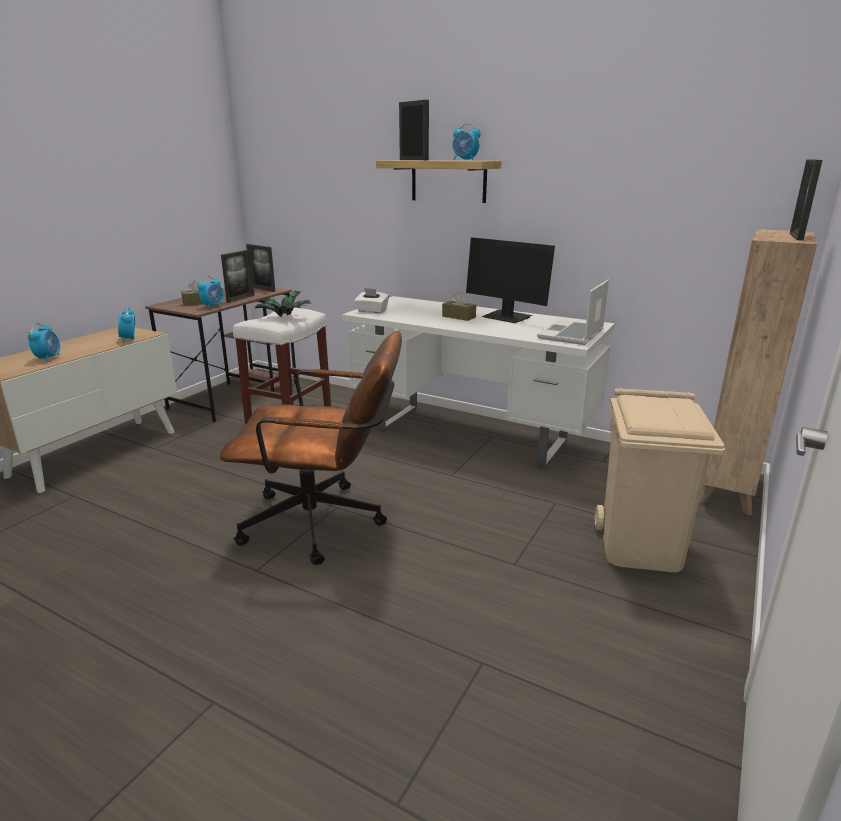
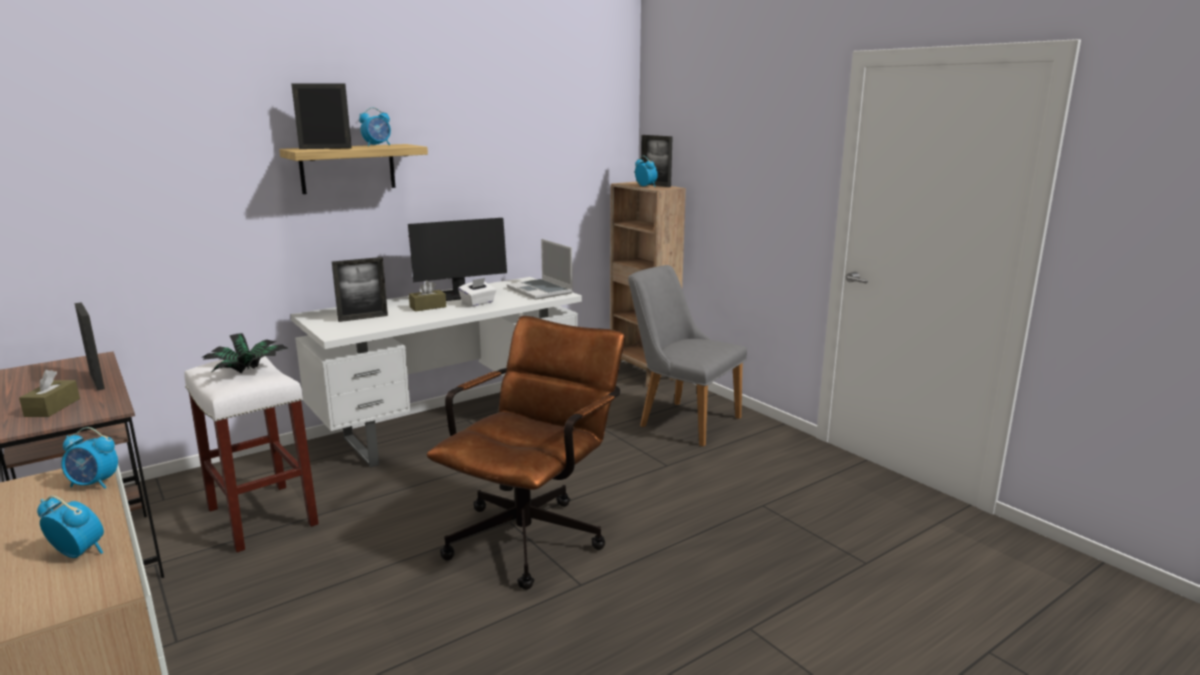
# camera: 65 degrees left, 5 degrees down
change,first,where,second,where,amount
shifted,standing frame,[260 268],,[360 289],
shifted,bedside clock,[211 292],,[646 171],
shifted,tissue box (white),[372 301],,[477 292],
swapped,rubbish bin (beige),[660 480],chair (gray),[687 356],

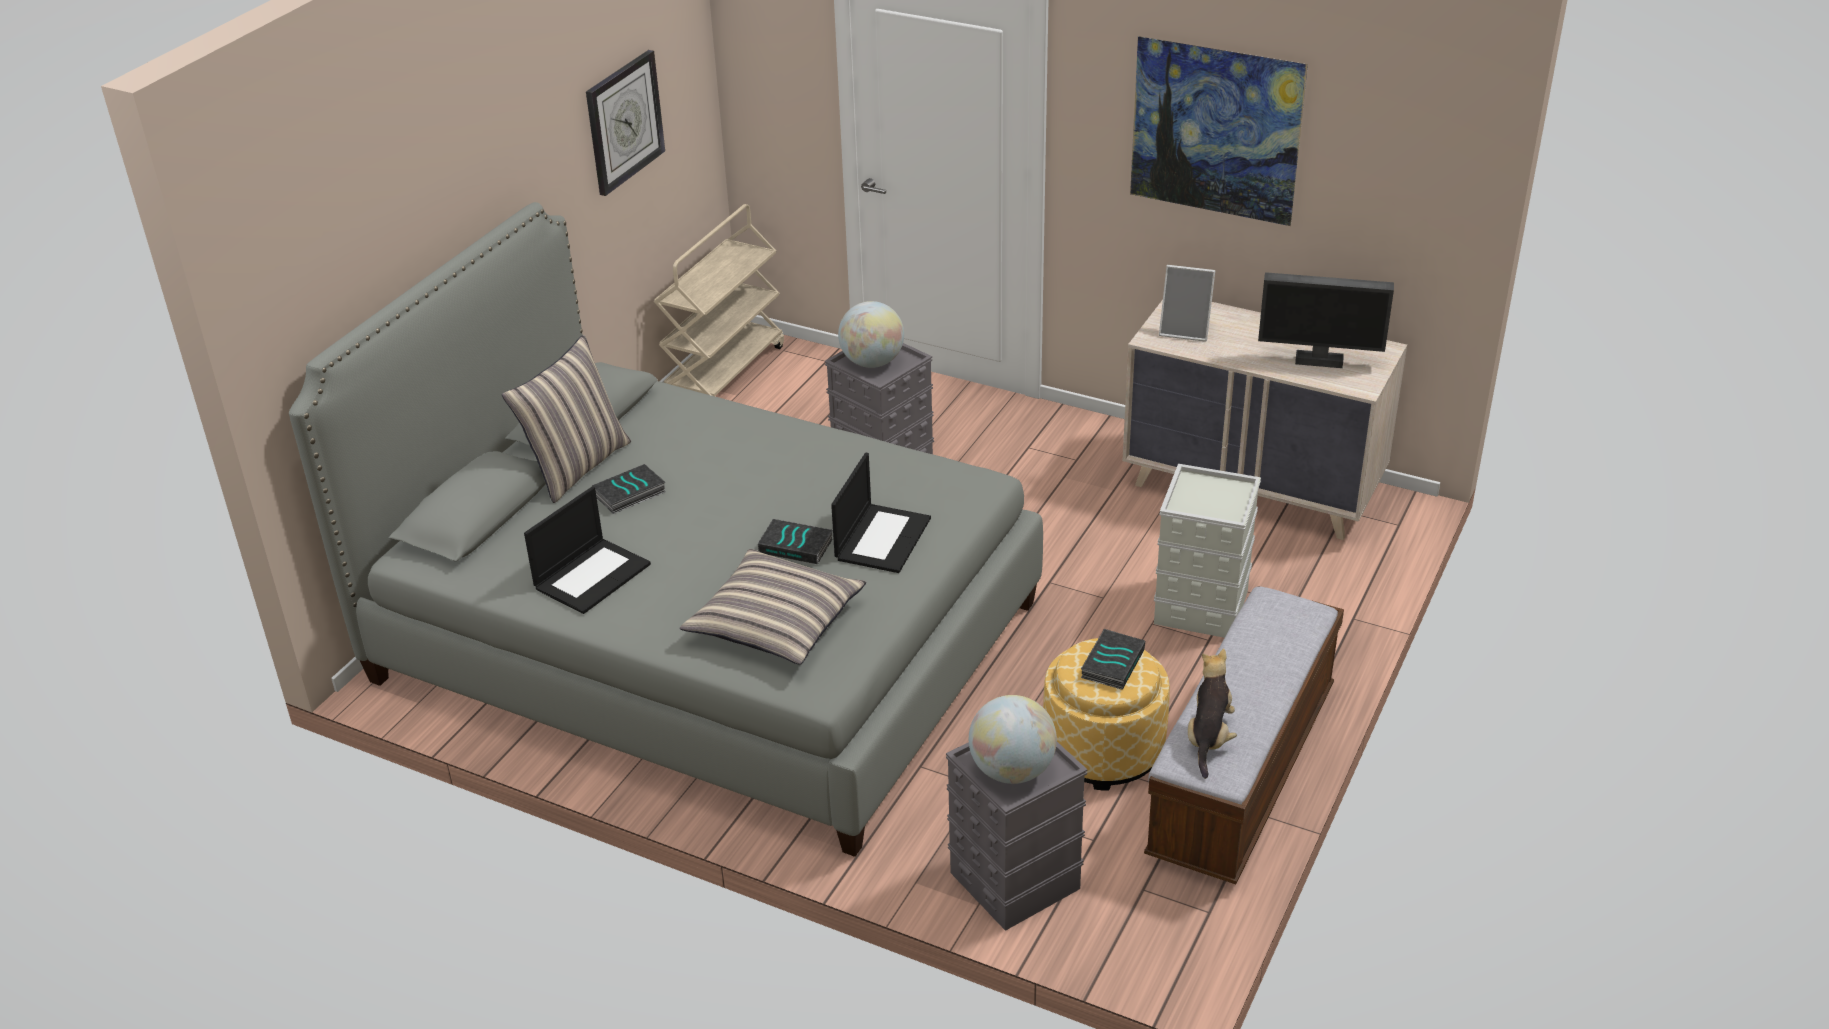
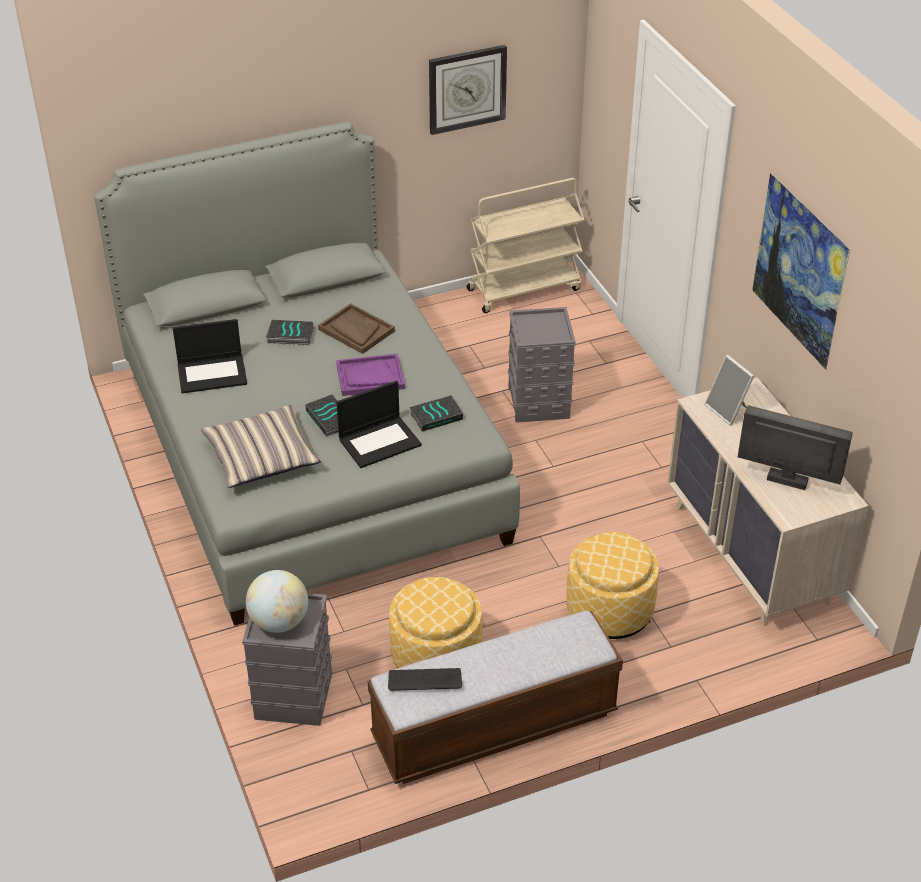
# camera: 40 degrees right, 5 degrees up
change,first,where,second,where,amount
rotated,computer screen,[1326 320],,[795 447],150 degrees clockwise
gone,world globe,[871 334],,,
gone,pillow,[566 419],,,
swapped,storage container (gray),[1207 551],footrest,[612 585],
shifted,bound book,[1113 659],,[436 413],
swapped,plush toy,[1212 713],PC keyboard,[425 679],
new,,,tray (brown-coloured),[356 328],
new,,,tray (purple-coloured),[370 375],

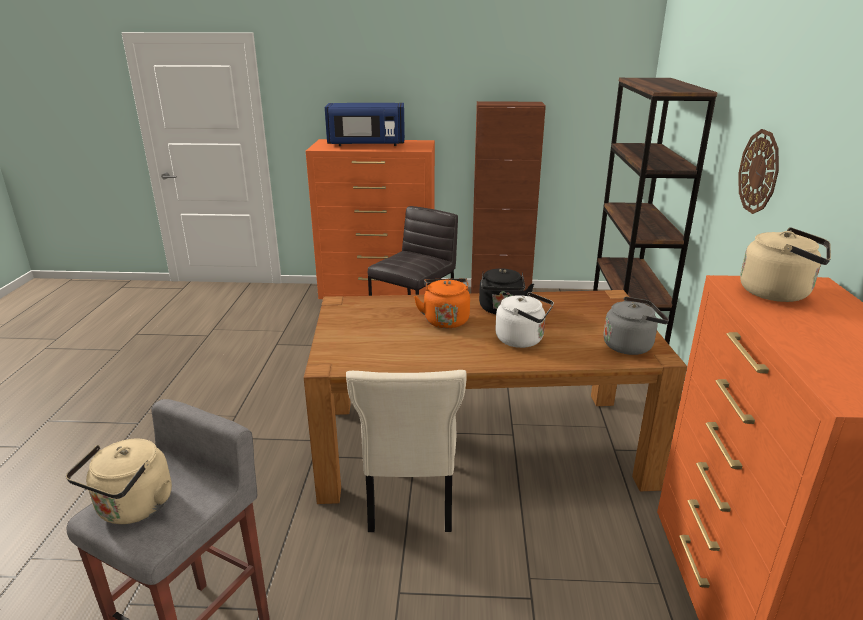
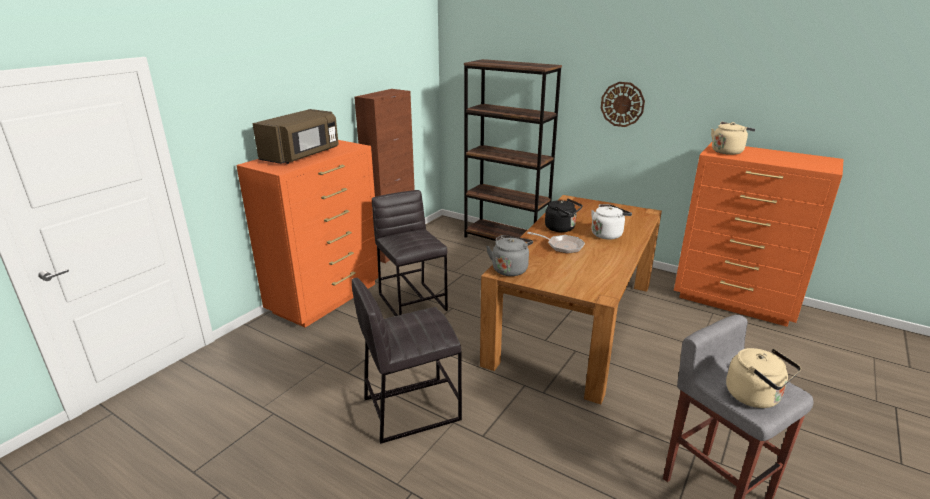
# camera: 60 degrees left, 0 degrees up
change,first,where,second,where,amount
repainted,microwave (blue-coloured),[365 124],microwave (brown-coloured),[295 136],
swapped,tea kettle (orange-coloured),[442 303],skillet,[556 243],
shifted,tea kettle (gray),[636 326],,[509 255],
gone,chair (beige),[406 451],,,
new,,,stool seat (gray),[407 361],

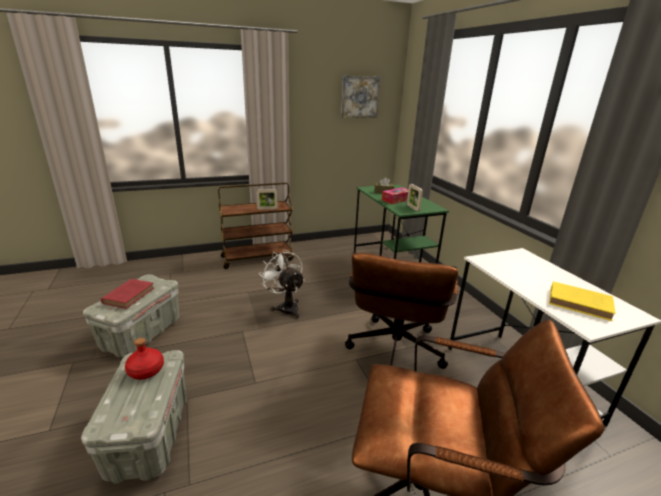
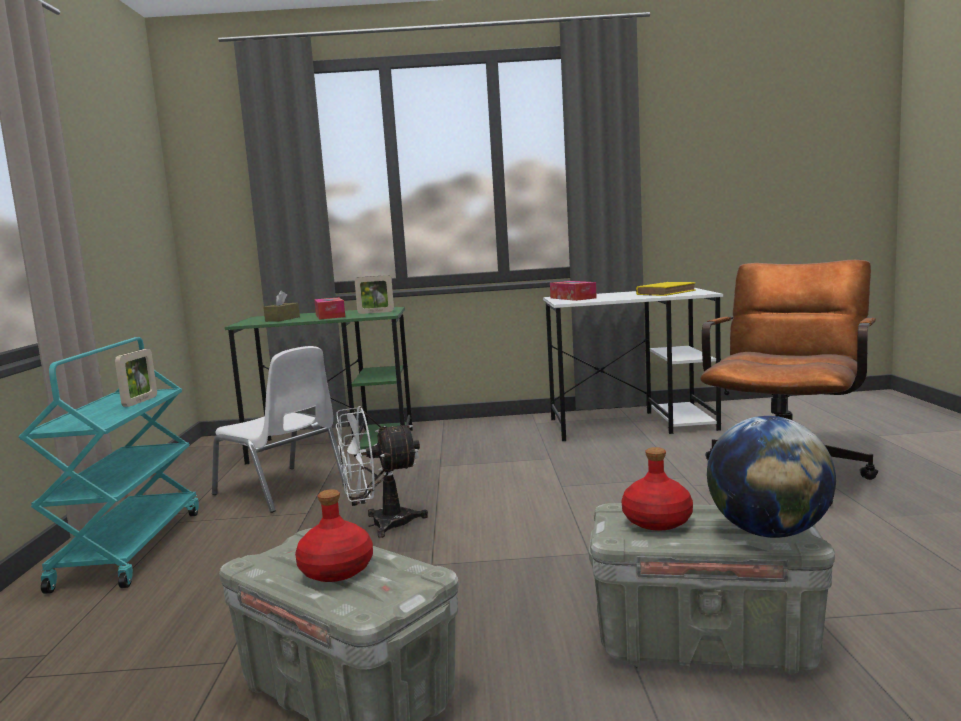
# camera: 70 degrees left, 15 degrees down
change,first,where,second,where,amount
gone,wall picture,[360 97],,,
repainted,cart (brown-coloured),[256 226],cart (turquoise-coloured),[109 465],
gone,computer chair (brown-coloured),[401 311],,,
swapped,bound book (red-coloured),[127 294],bottle (red-coloured),[334 535],
new,,,tissue box,[573 291],
new,,,chair (white),[279 429],
new,,,world globe,[771 477],

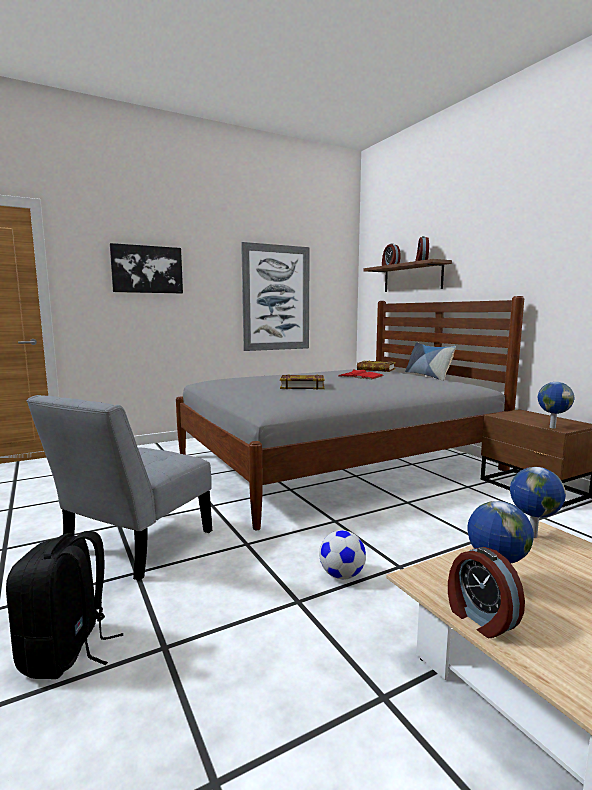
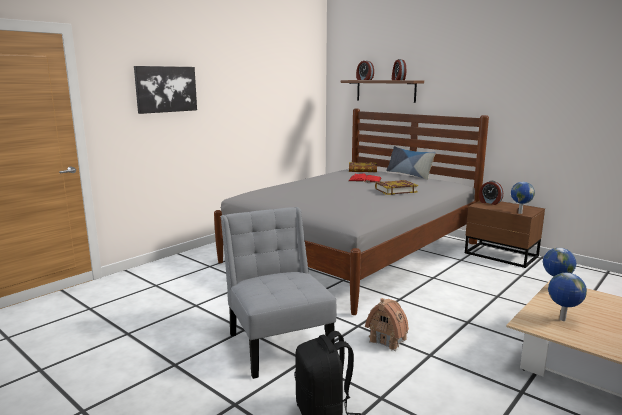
# camera: 20 degrees left, 5 degrees up
change,first,where,second,where,amount
gone,wall picture,[275 296],,,
shifted,bound book,[302 381],,[396 187],
rotated,chair (gray),[119 488],,[279 293],150 degrees clockwise
gone,football,[342 555],,,
shifted,bedside clock,[486 592],,[491 193],
new,,,model house,[387 324],

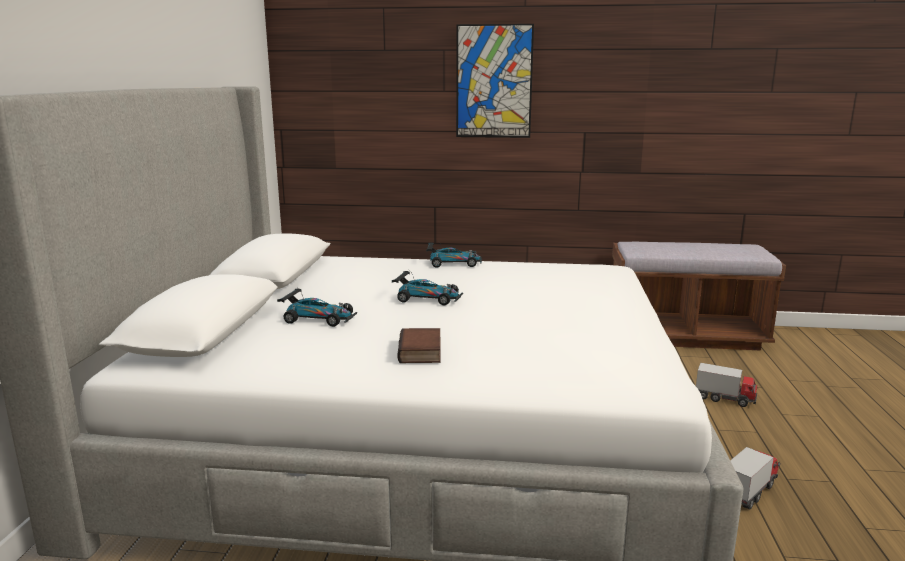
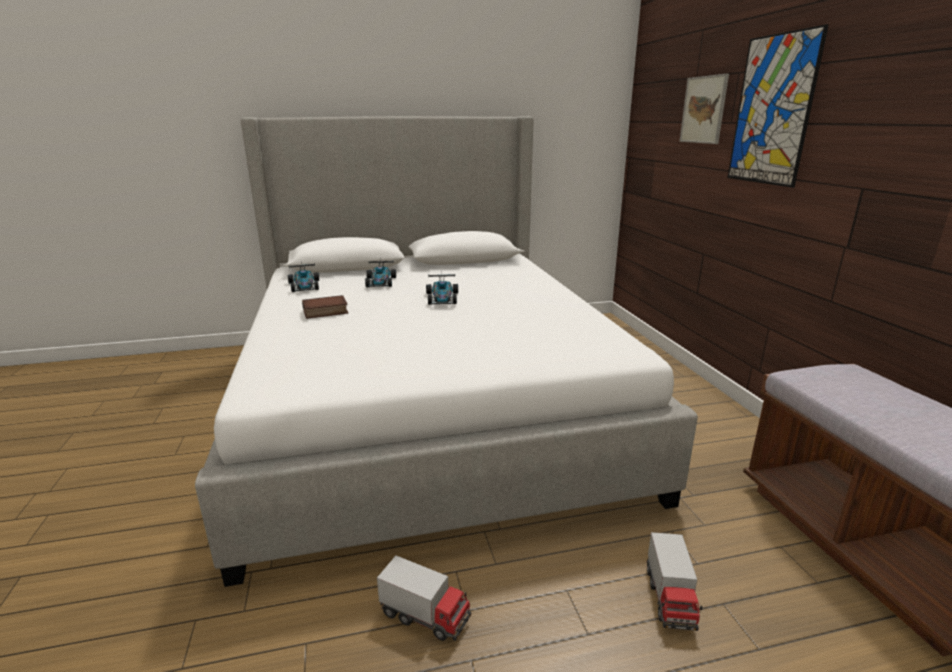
# camera: 70 degrees right, 5 degrees up
change,first,where,second,where,amount
shifted,miniature car,[454 254],,[303 276],
new,,,wall picture,[704 109],

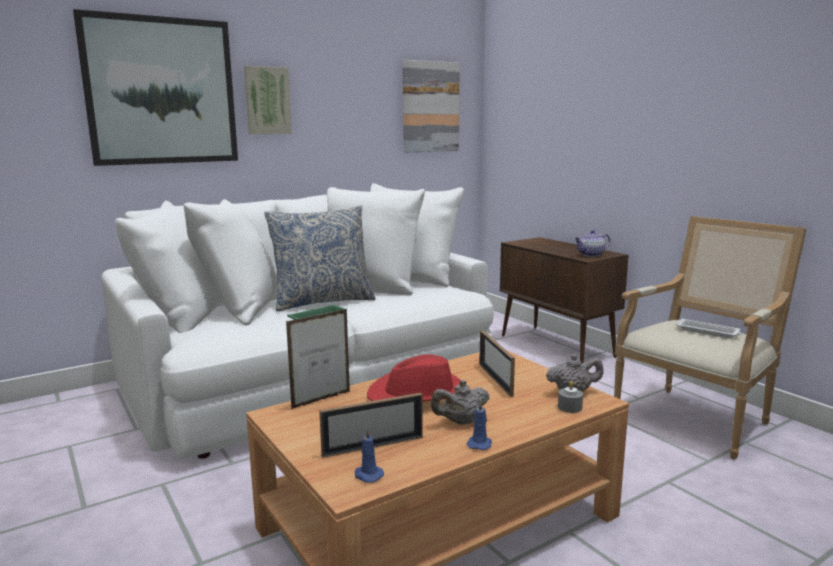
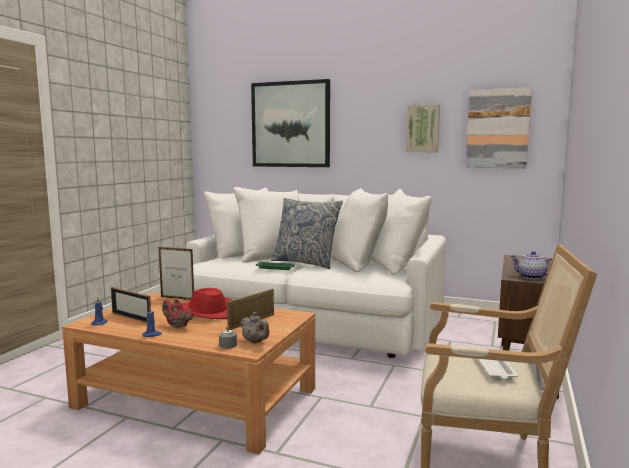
# camera: 55 degrees right, 5 degrees down
change,first,where,second,where,amount
shifted,wall picture,[268 100],,[423 128],
repainted,teapot (gray),[460 402],teapot (red-coloured),[178 313],

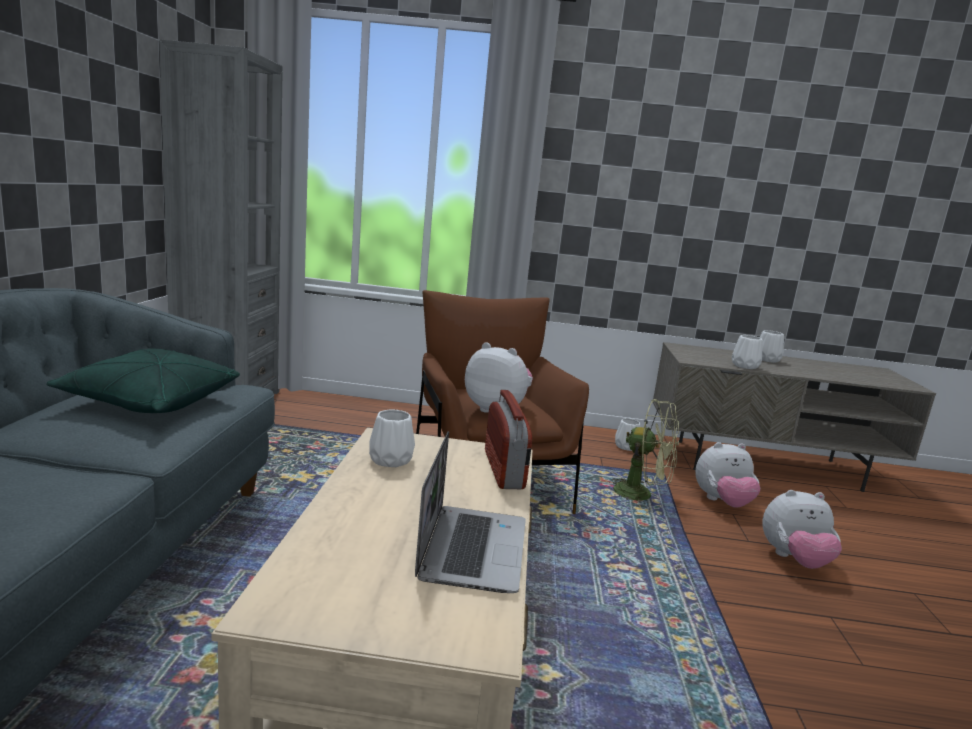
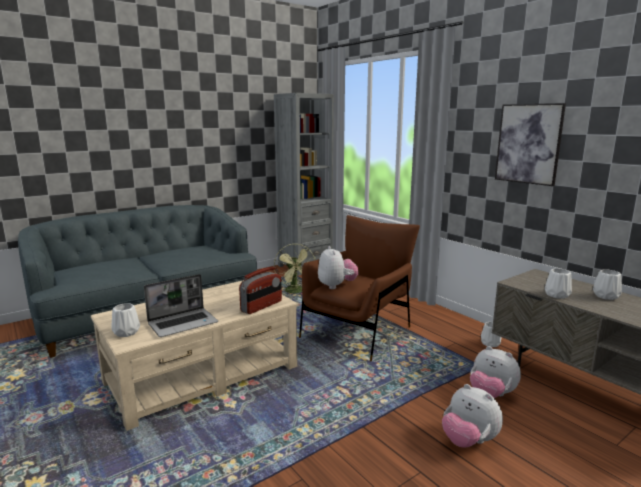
# camera: 50 degrees right, 0 degrees up
change,first,where,second,where,amount
gone,pillow (green-coloured),[143 381],,,
shifted,cooling fan (green-coloured),[644 454],,[295 268],
shifted,vase (white),[392 438],,[126 320],
new,,,wall picture,[530 144],

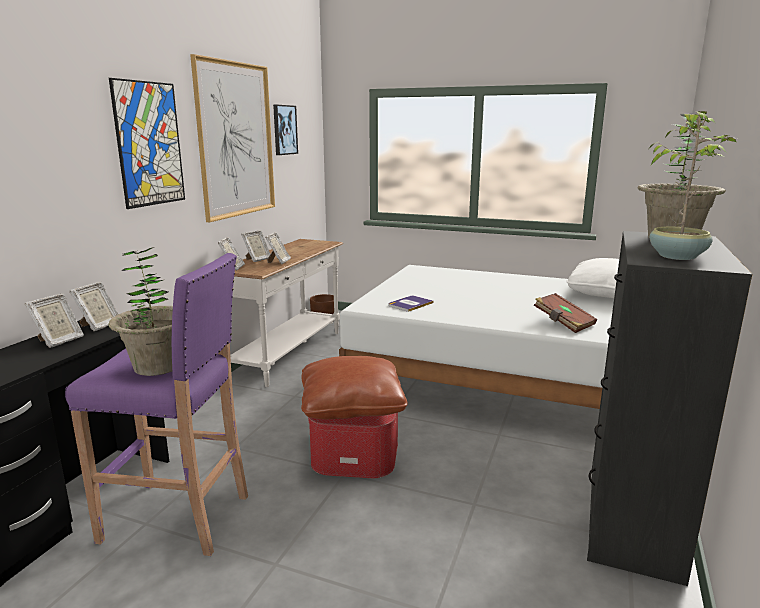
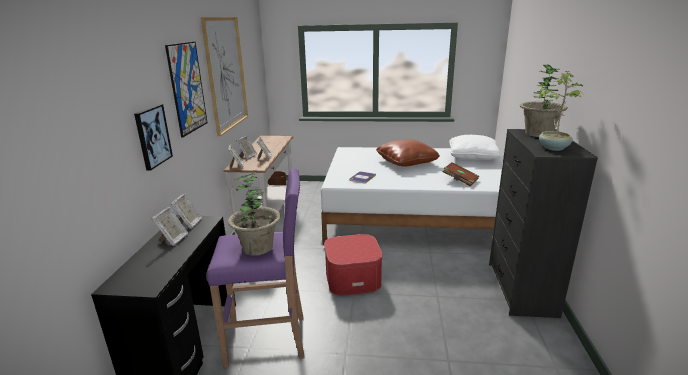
# camera: 15 degrees left, 5 degrees up
change,first,where,second,where,amount
shifted,wall picture,[285 129],,[153 137],
shifted,pillow (brown-coloured),[354 388],,[408 153],

